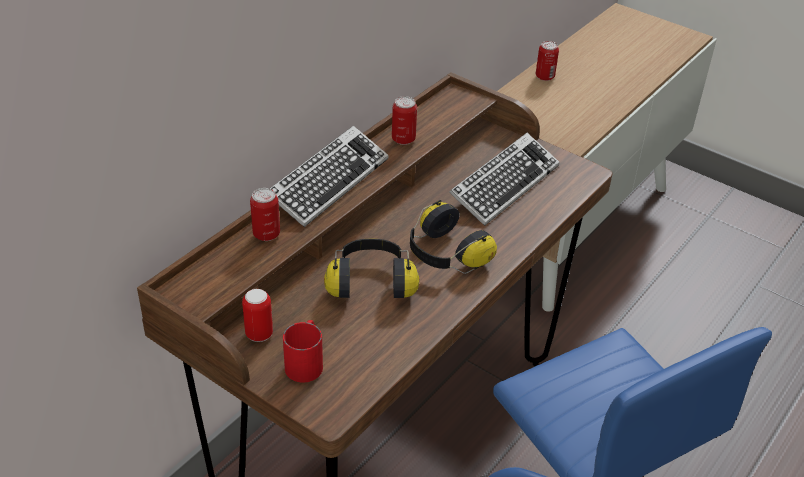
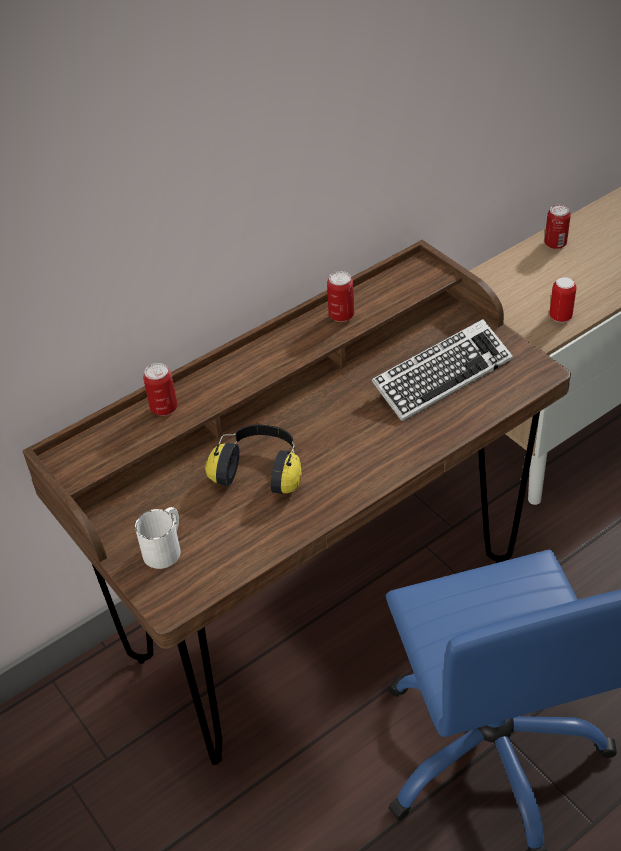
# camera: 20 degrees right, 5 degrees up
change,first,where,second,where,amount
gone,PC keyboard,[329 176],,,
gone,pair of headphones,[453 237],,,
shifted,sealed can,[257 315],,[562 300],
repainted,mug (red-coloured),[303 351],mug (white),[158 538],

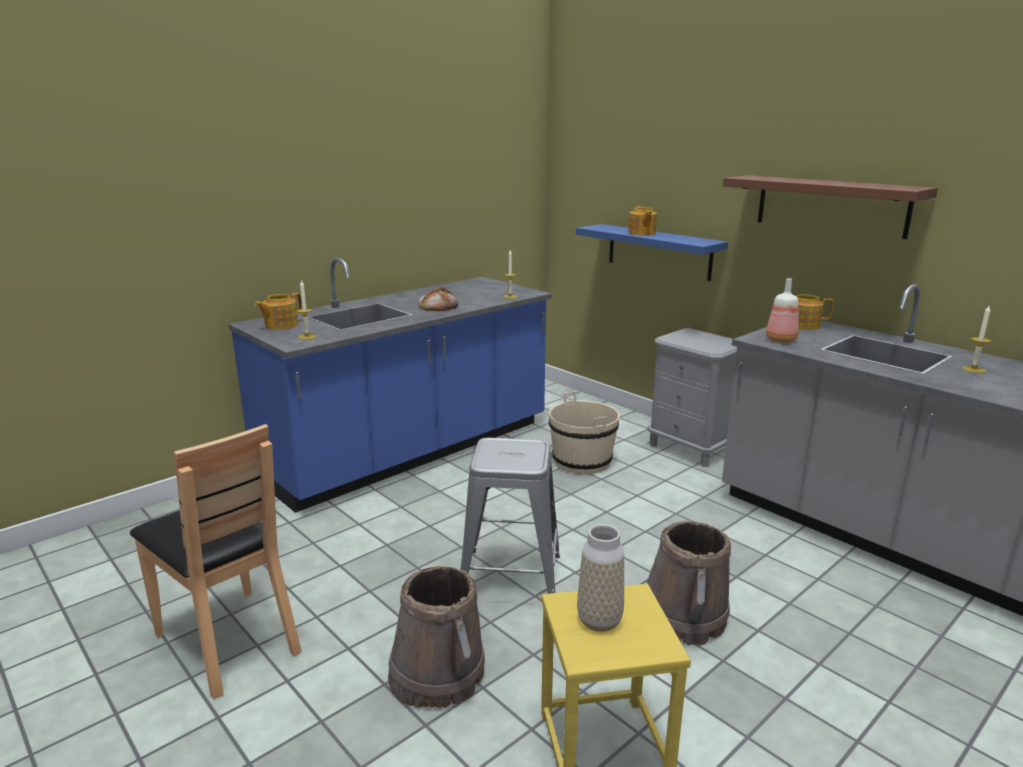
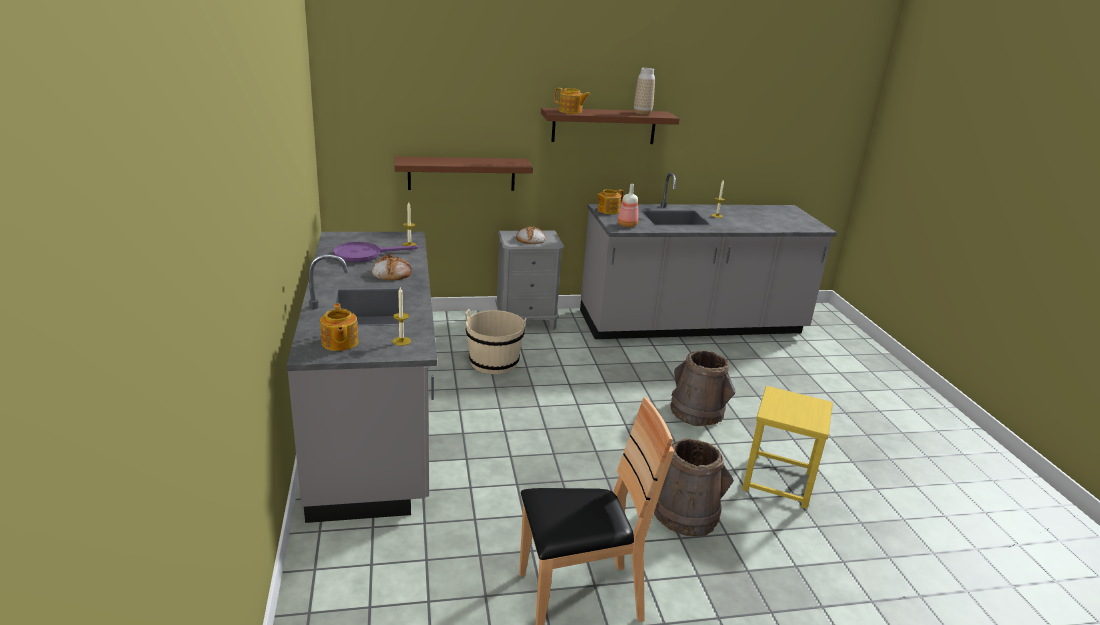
# camera: 60 degrees left, 5 degrees up
change,first,where,second,where,amount
shifted,teapot,[642 220],,[572 101],
repainted,wall shelf (blue-coloured),[652 252],wall shelf (brown-coloured),[463 173],
repainted,kitchen counter (blue-coloured),[390 385],kitchen counter (gray),[362 377],
gone,stool seat (gray),[510 516],,,
shifted,vase,[600 578],,[644 91],
new,,,baked bread,[531 235],
new,,,skillet (purple-coloured),[376 252],

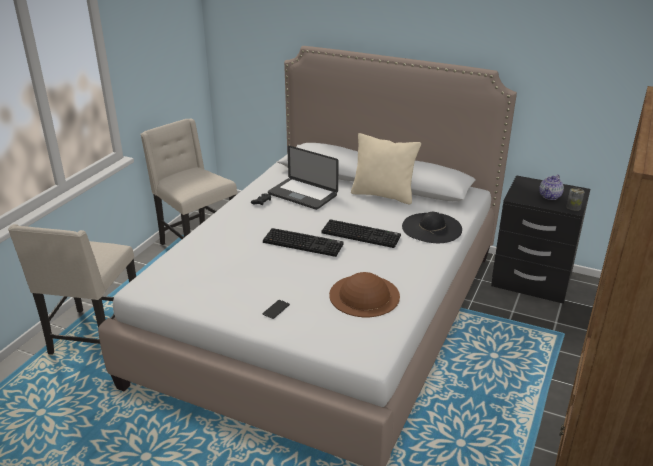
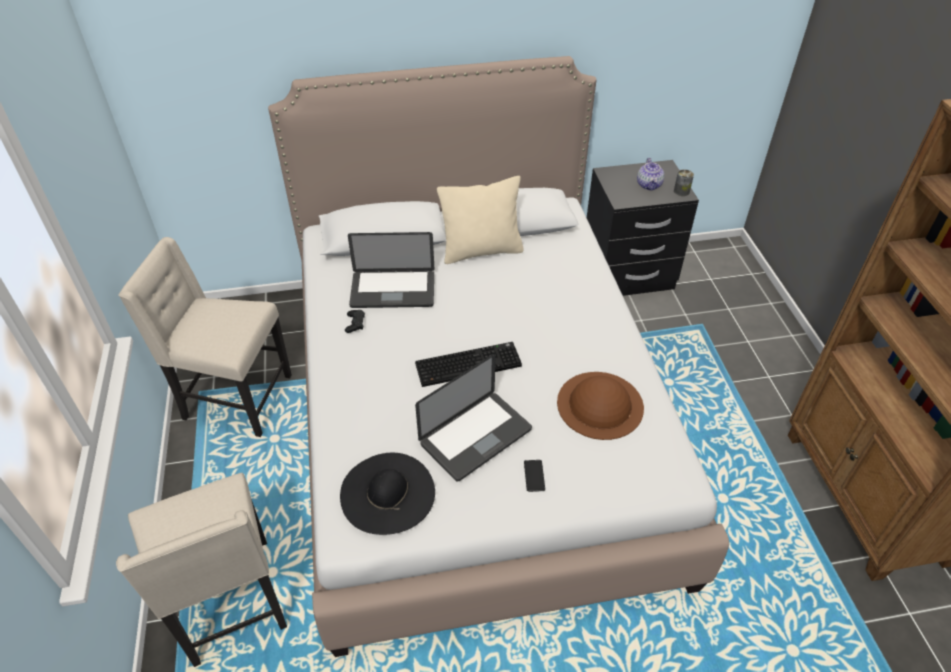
# camera: 35 degrees left, 15 degrees up
change,first,where,second,where,amount
shifted,wearable hat (blackish),[432 227],,[387 494],
gone,PC keyboard,[361 234],,,
new,,,portable computer,[473 417],

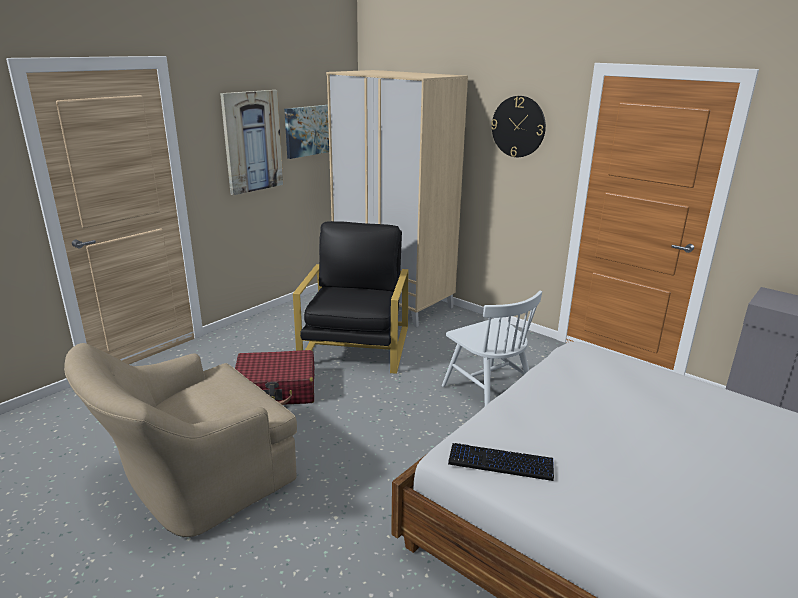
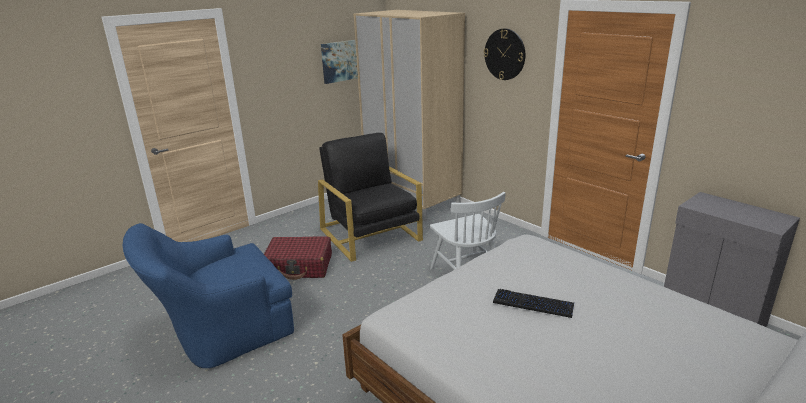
# camera: 10 degrees right, 0 degrees up
change,first,where,second,where,amount
gone,wall picture,[251 142],,,
rotated,lounge chair (blackish),[350 297],,[370 197],45 degrees counterclockwise
repainted,lounge chair (beige),[180 440],lounge chair (blue-coloured),[208 295],
shifted,PC keyboard,[501 462],,[533 303],

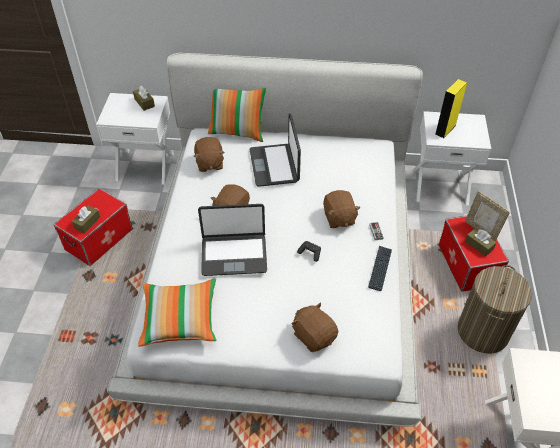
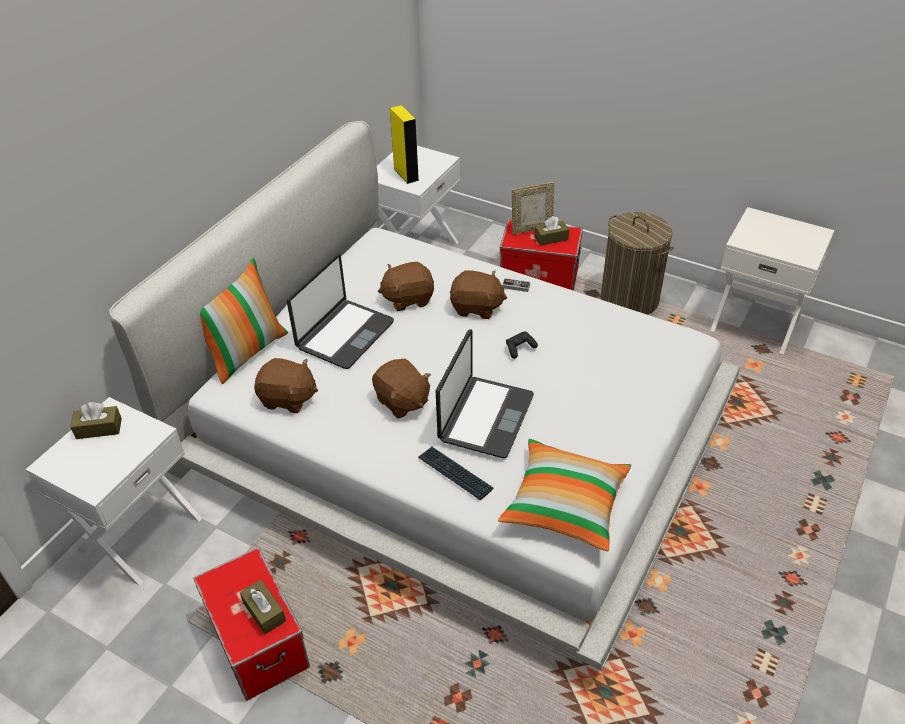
# camera: 65 degrees left, 5 degrees down
change,first,where,second,where,amount
rotated,portable computer,[275 150],,[340 311],75 degrees counterclockwise
shifted,PC keyboard,[380 268],,[455 473],
shifted,plush toy (brown-coloured),[315 327],,[406 286],

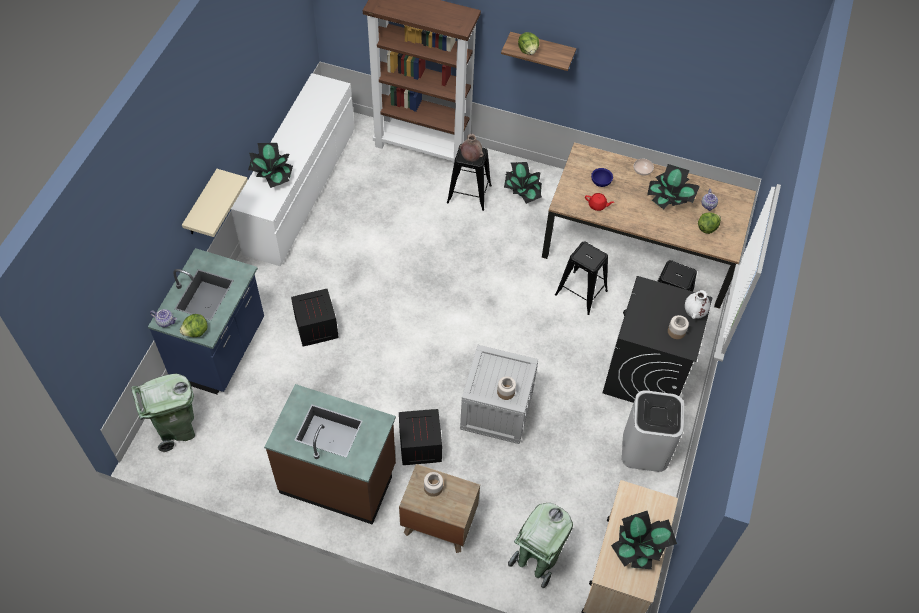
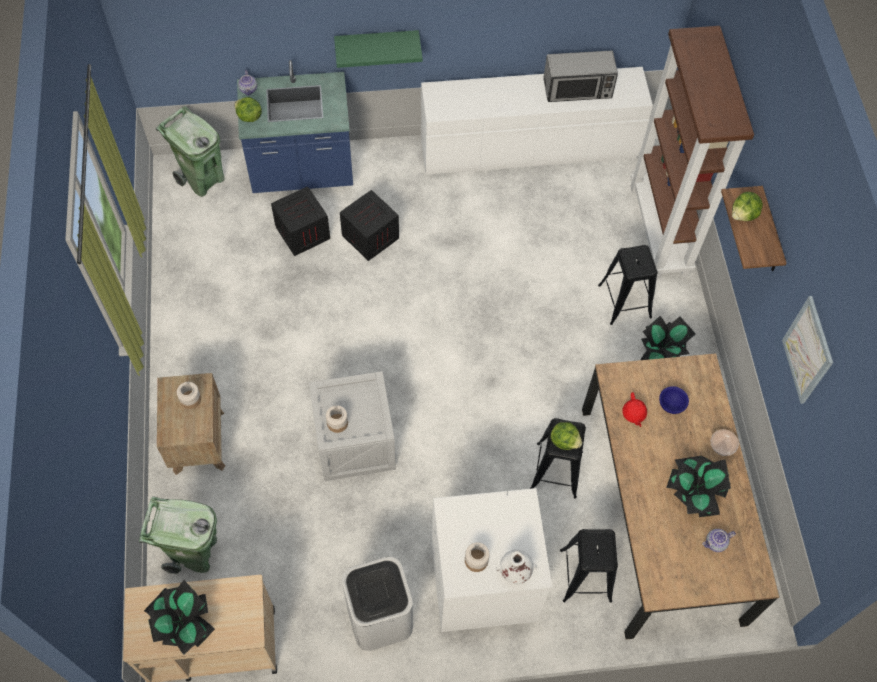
# camera: 65 degrees right, 5 degrees up
change,first,where,second,where,amount
gone,vase (brown-coloured),[471 148],,,
gone,houseplant,[270 165],,,
repainted,wall shelf (beige),[215 203],wall shelf (green-coloured),[378 49],
shifted,head of lettuce,[709 223],,[566 436],
repainted,washing machine (blackish),[657 339],washing machine (white),[491 560],
gone,kitchen counter (brown-coloured),[330 454],,,
shifted,crate,[420 437],,[300 221],
new,,,microwave,[580 76],
new,,,wall picture,[807 350],

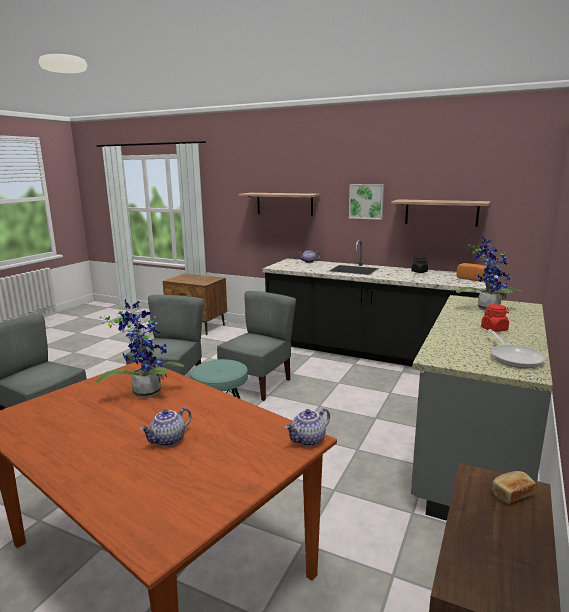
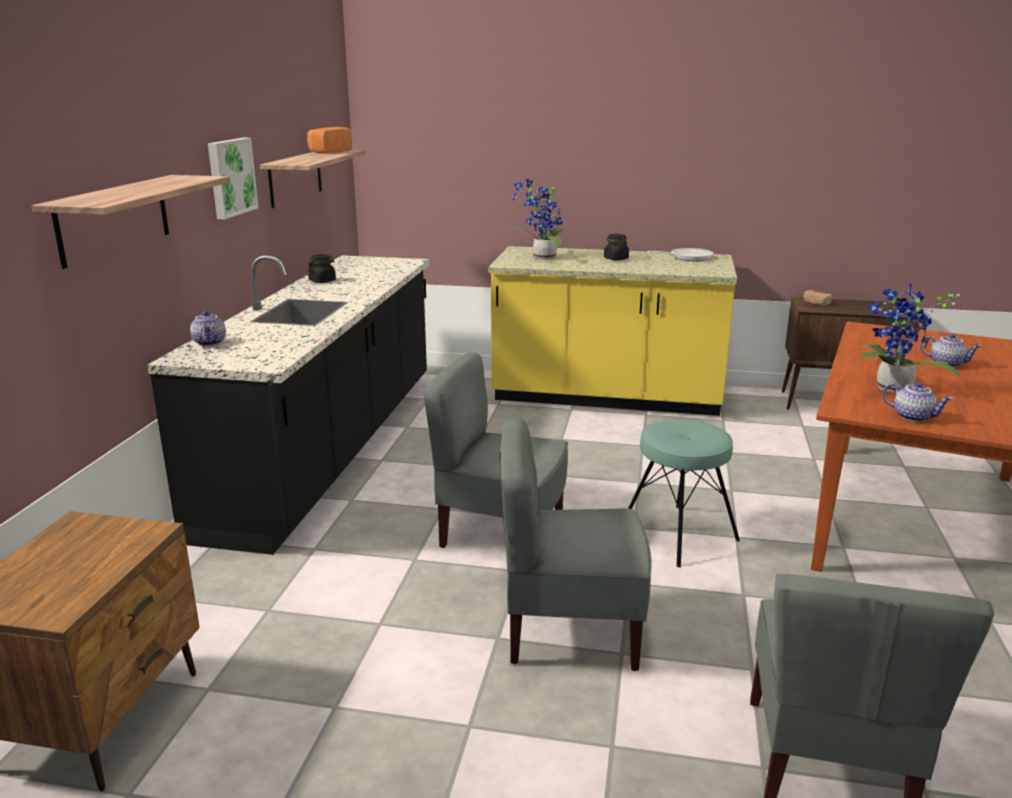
# camera: 105 degrees left, 5 degrees up
change,first,where,second,where,amount
shifted,baked bread,[472 272],,[329 140],
repainted,kitchen counter (gray),[482 408],kitchen counter (yellow-coloured),[612 331],
repainted,preserve jar (red-coloured),[495 318],preserve jar (blackish),[616 247],
shifted,teapot,[307 427],,[918 402],

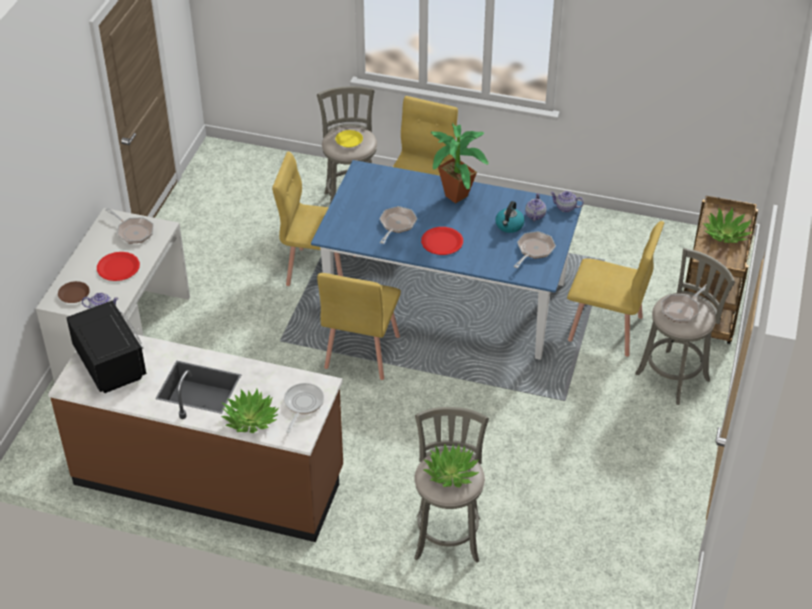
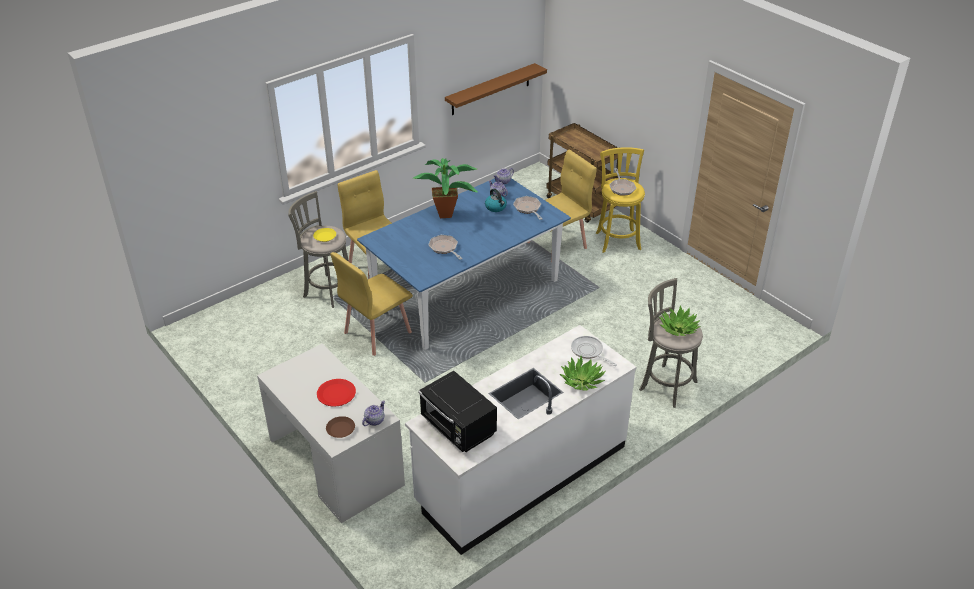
# camera: 55 degrees left, 5 degrees down
change,first,where,second,where,amount
gone,houseplant,[727 225],,,
gone,skillet,[129 225],,,
gone,flat dish (red-coloured),[442 241],,,
repainted,stool seat (gray),[685 326],stool seat (yellow-coloured),[620 200],
gone,chair (yellow-coloured),[359 326],,,
rotated,microwave (blackish),[106 346],,[458 411],135 degrees counterclockwise
repainted,kitchen counter (brown-coloured),[195 438],kitchen counter (white),[520 440],
new,,,wall shelf (brown-coloured),[496 89],

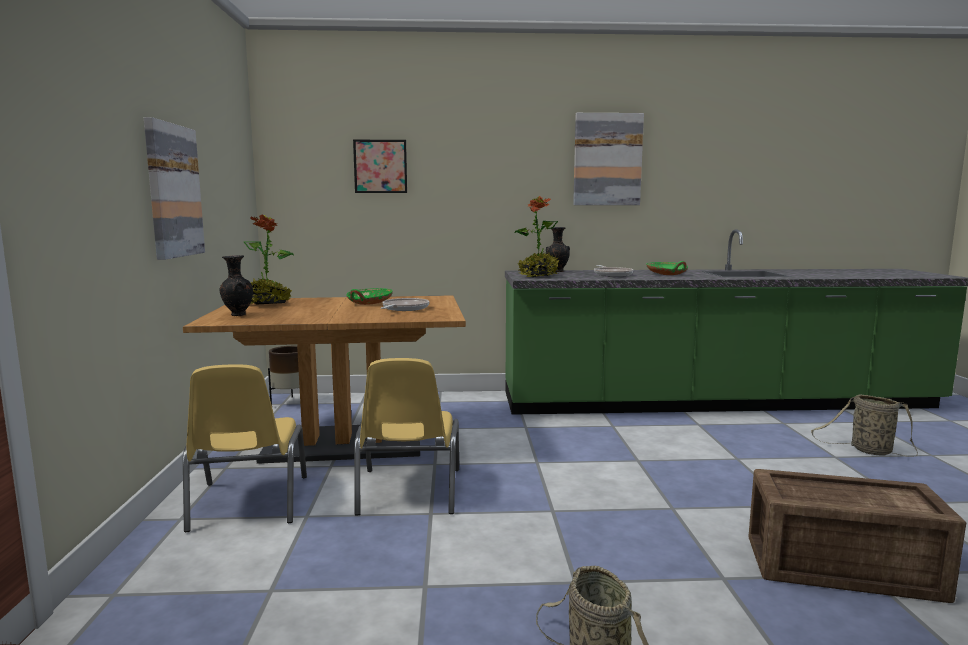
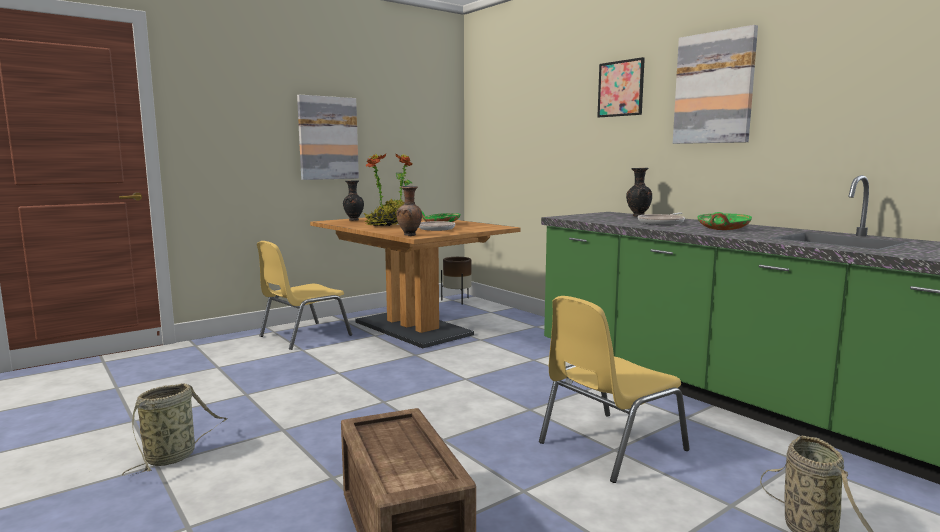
# camera: 55 degrees right, 0 degrees up
change,first,where,second,where,amount
shifted,wall picture,[380 166],,[621 87],
shifted,houseplant,[537 236],,[382 189],
shifted,chair (yellow-coloured),[406 436],,[614 389],
new,,,vase (brown-coloured),[409 211],

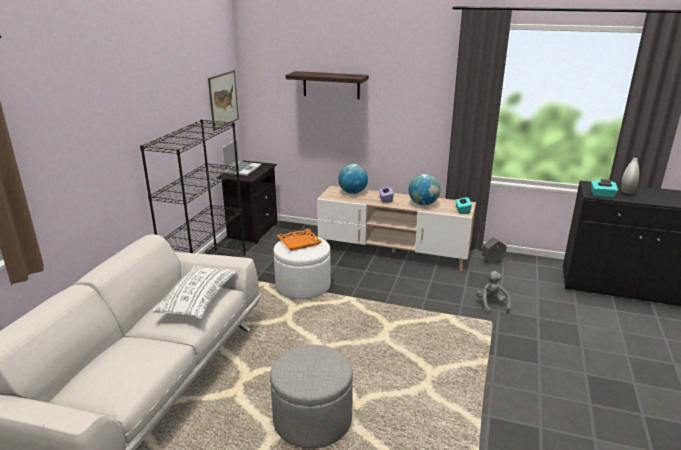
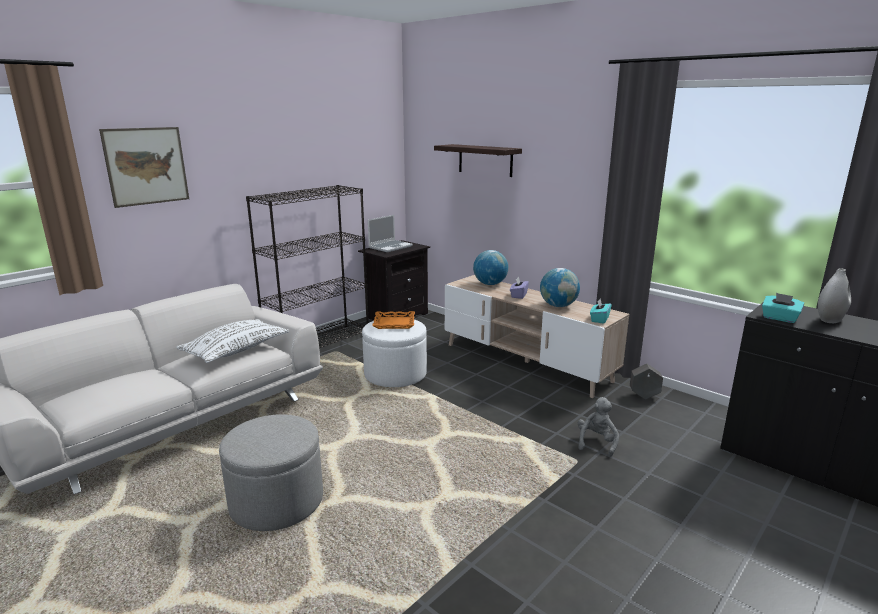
# camera: 25 degrees right, 5 degrees down
change,first,where,second,where,amount
shifted,wall picture,[223 100],,[144 167],

